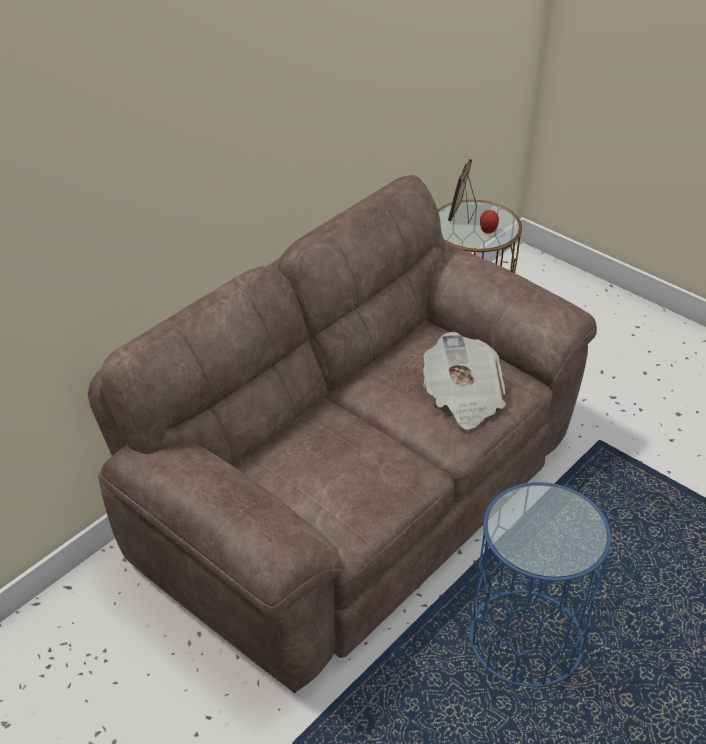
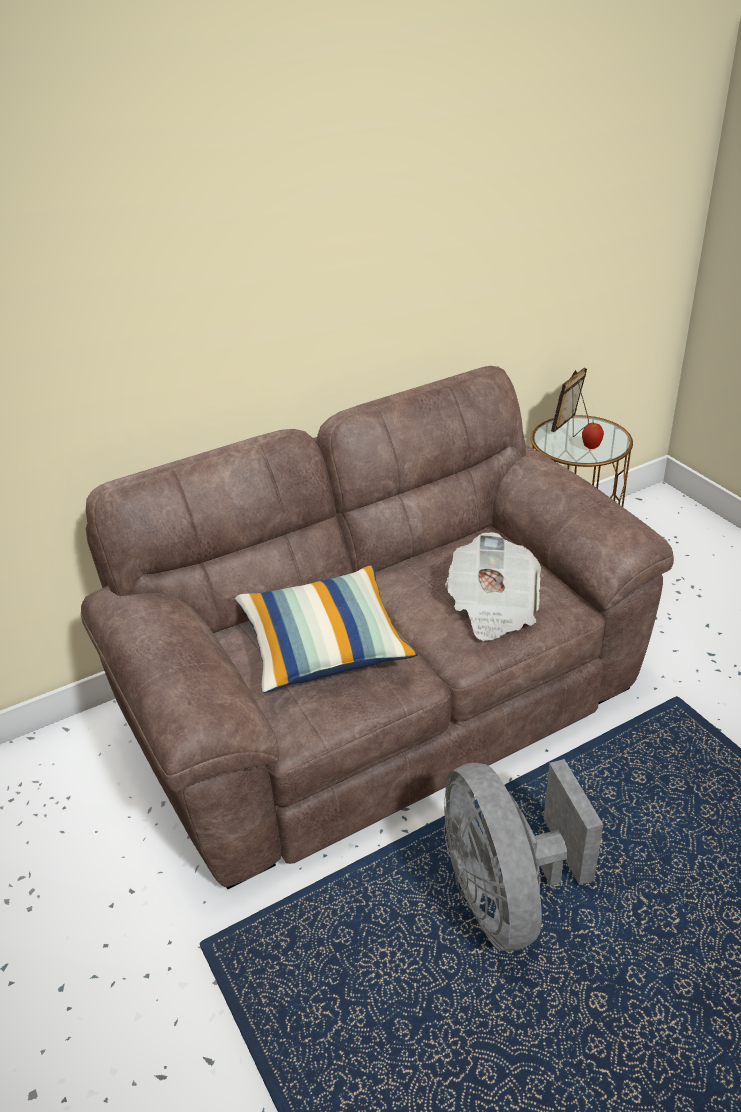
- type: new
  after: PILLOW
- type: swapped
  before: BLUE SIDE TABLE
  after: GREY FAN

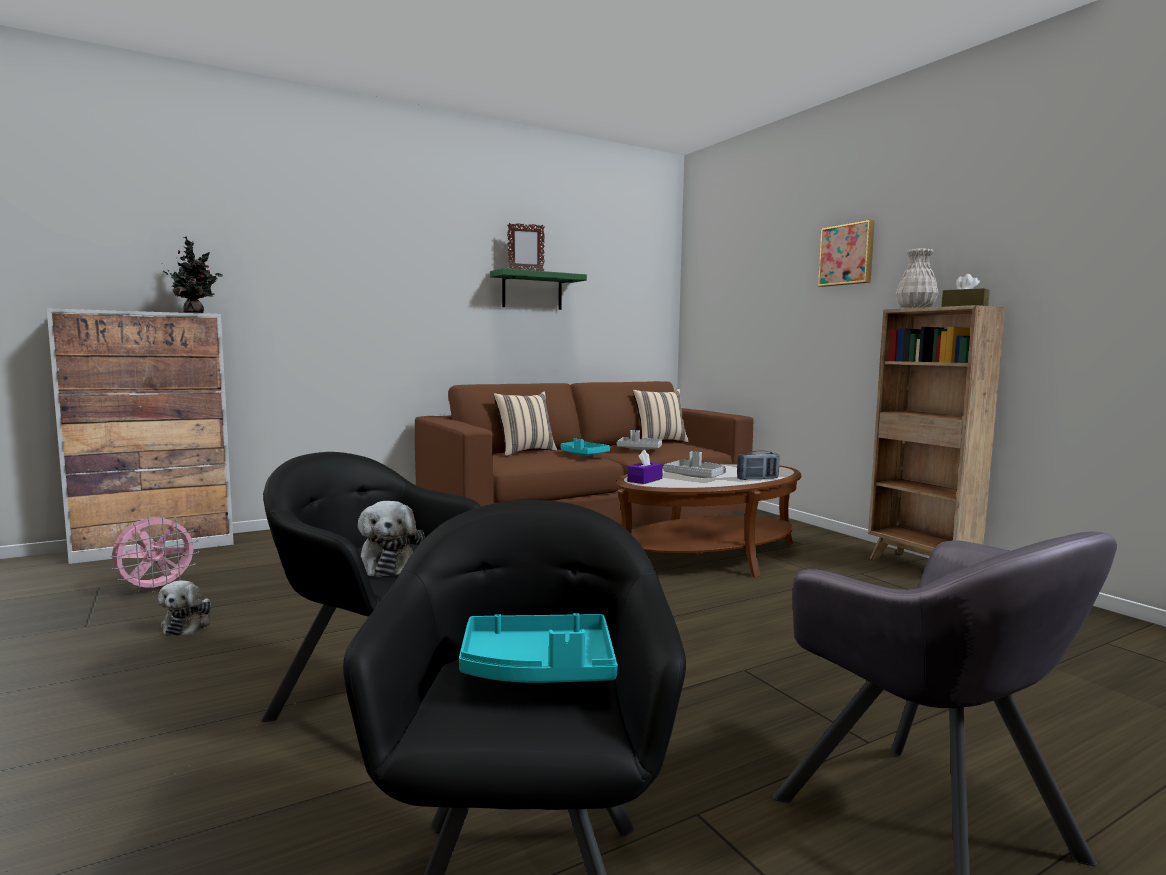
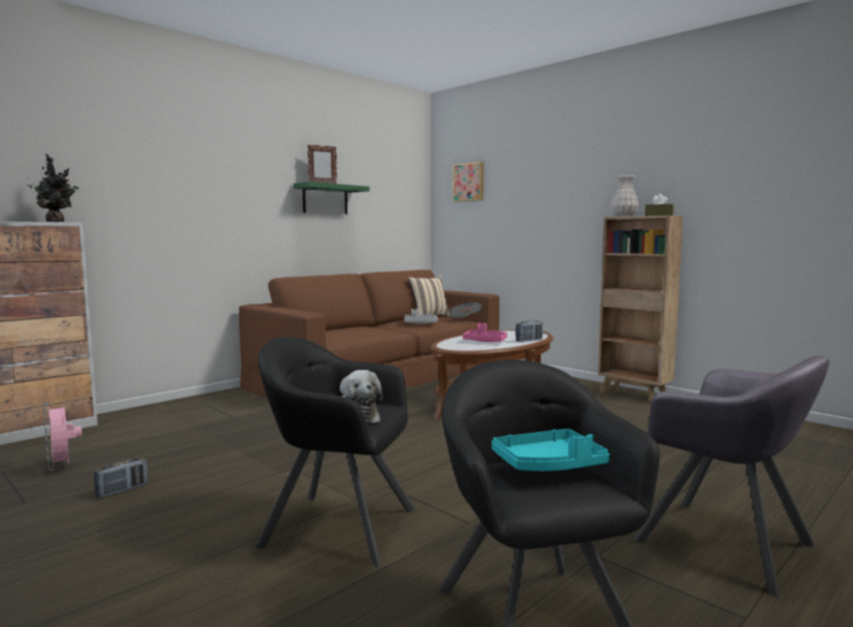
- type: rotated
  before: PINK FAN
  turn: 120
- type: swapped
  before: PLUSH TOY (no. 1 from left)
  after: RADIO (no. 1 from left)
- type: new
  after: NEWSPAPER
- type: shifted
  before: PICTURE
- type: repainted
  before: GREY TRAY (no. 2 from left)
  after: PINK TRAY
- type: gone
  before: BEIGE PILLOW (no. 1 from left)
- type: gone
  before: TURQUOISE TRAY (no. 2 from left)
- type: gone
  before: PURPLE TISSUE BOX

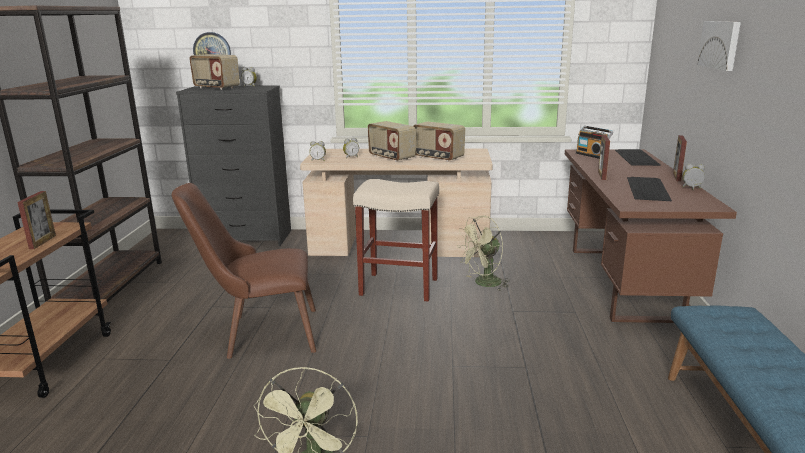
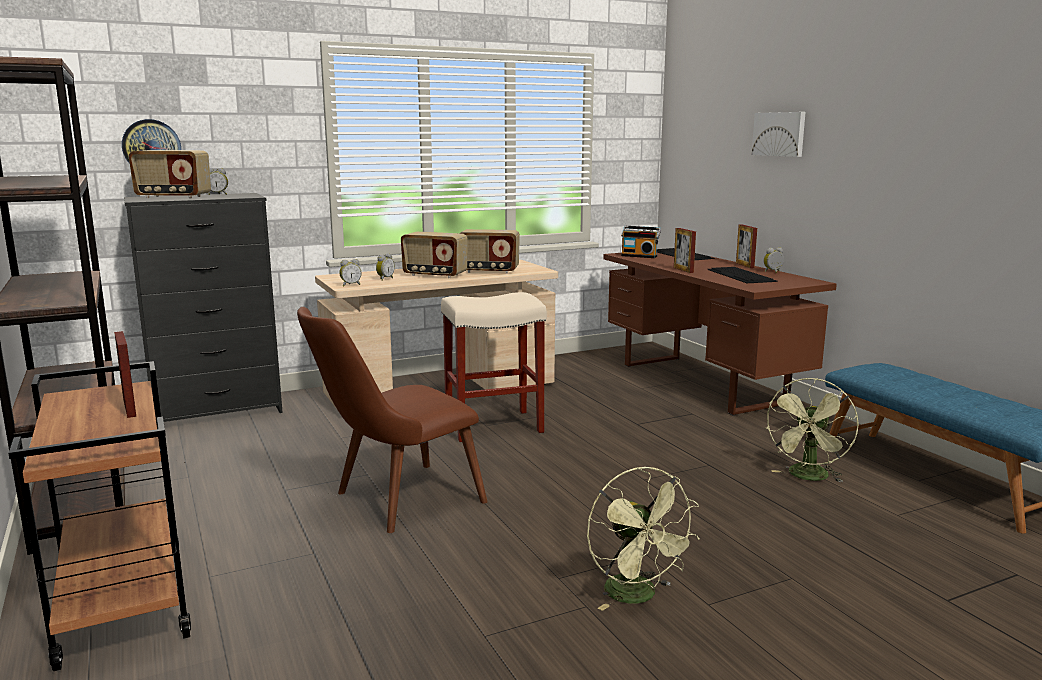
- type: shifted
  before: GREEN FAN (no. 2 from left)

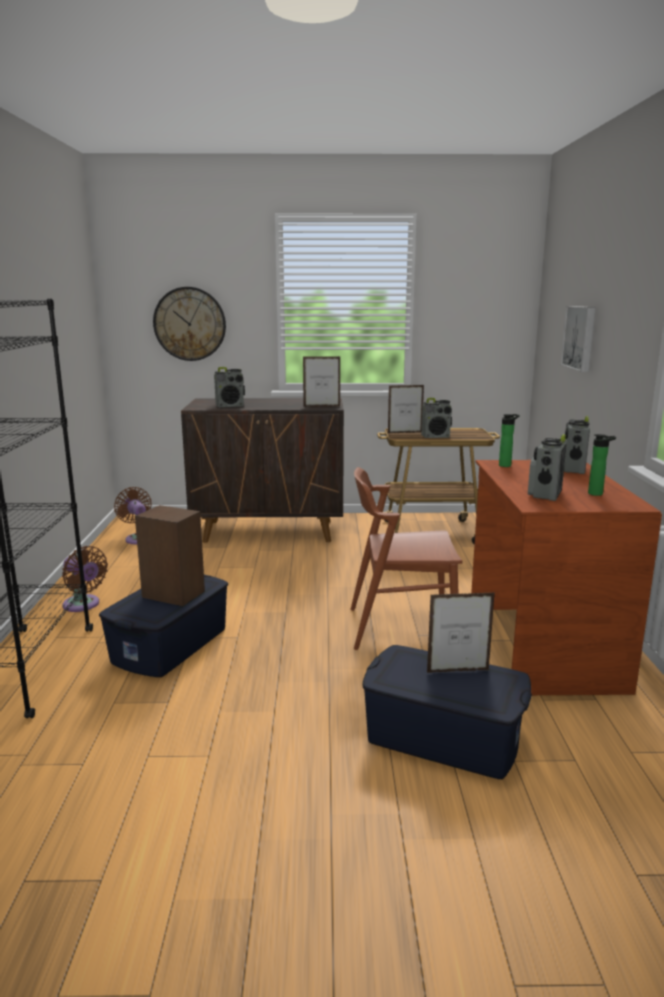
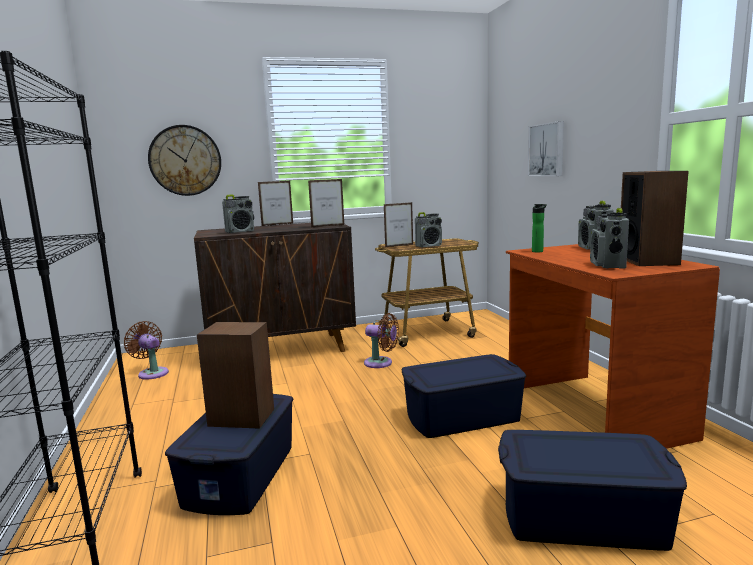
- type: shifted
  before: PICTURE FRAME (no. 3 from left in the first image)
  after: PICTURE FRAME (no. 1 from left)
- type: shifted
  before: BROWN FAN (no. 1 from left in the first image)
  after: BROWN FAN (no. 2 from left)
- type: swapped
  before: BROWN CHAIR
  after: BLUE STORAGE BOX (no. 2 from left)
- type: swapped
  before: BOTTLE (no. 2 from left)
  after: SPEAKER (no. 2 from left)

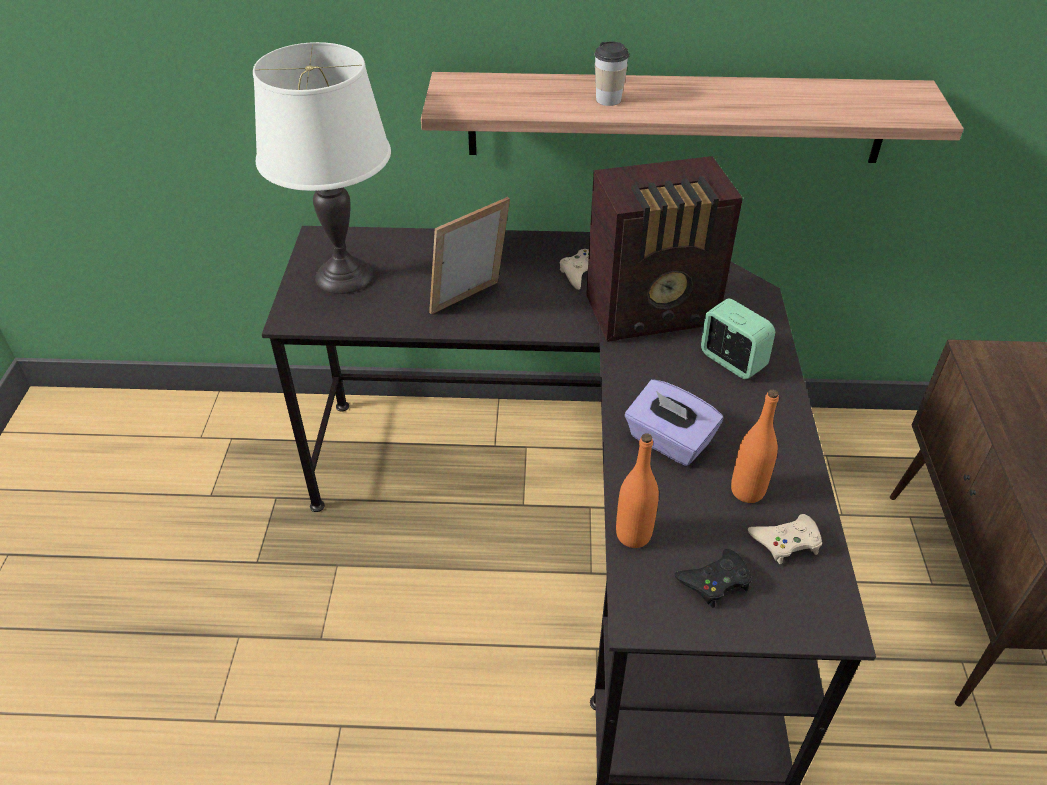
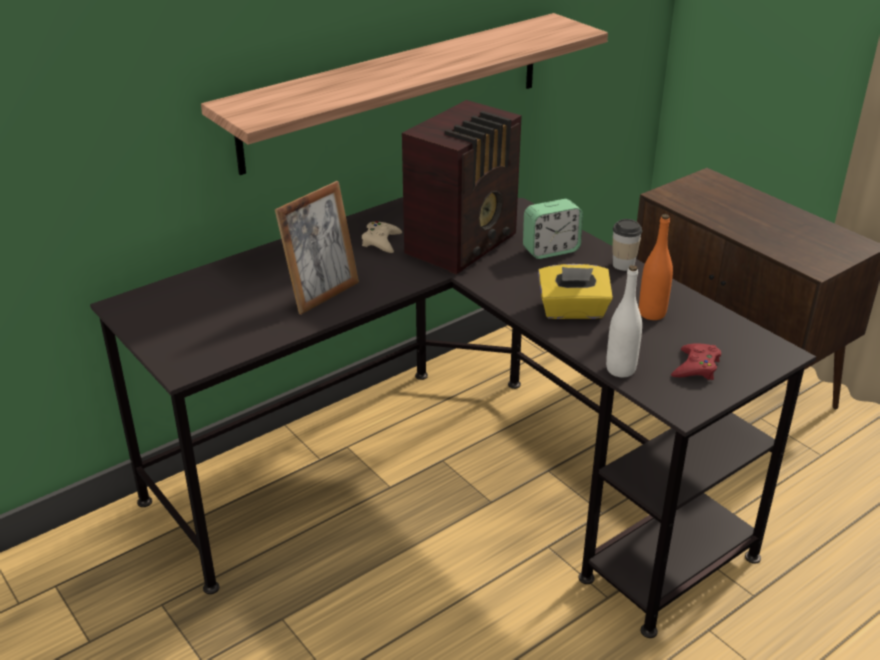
- type: rotated
  before: PICTURE FRAME
  turn: -150
- type: rotated
  before: ALARM CLOCK
  turn: 150
- type: repainted
  before: PURPLE TISSUE BOX
  after: YELLOW TISSUE BOX
- type: repainted
  before: ORANGE BOTTLE (no. 1 from left)
  after: WHITE BOTTLE
- type: shifted
  before: CUP
- type: repainted
  before: BLACK GAME CONTROLLER
  after: RED GAME CONTROLLER
- type: gone
  before: WHITE TABLE LAMP
- type: gone
  before: BEIGE GAME CONTROLLER (no. 2 from left)

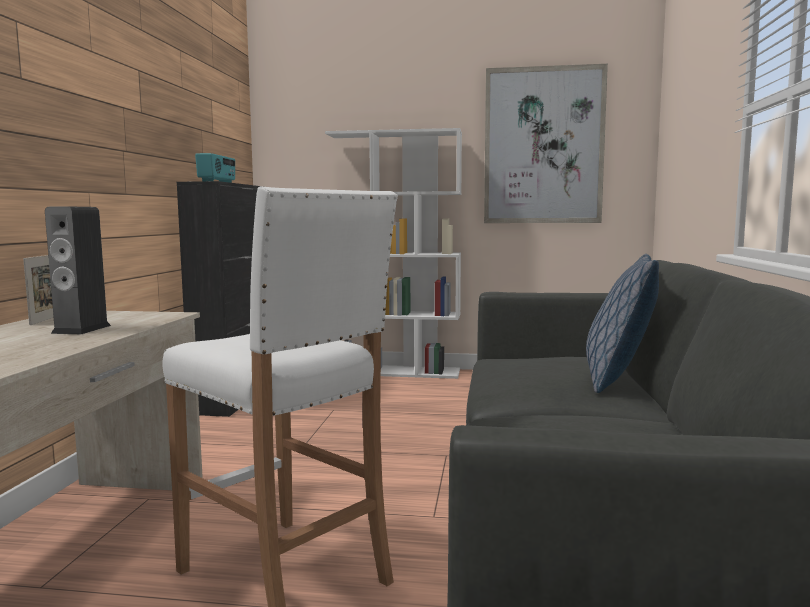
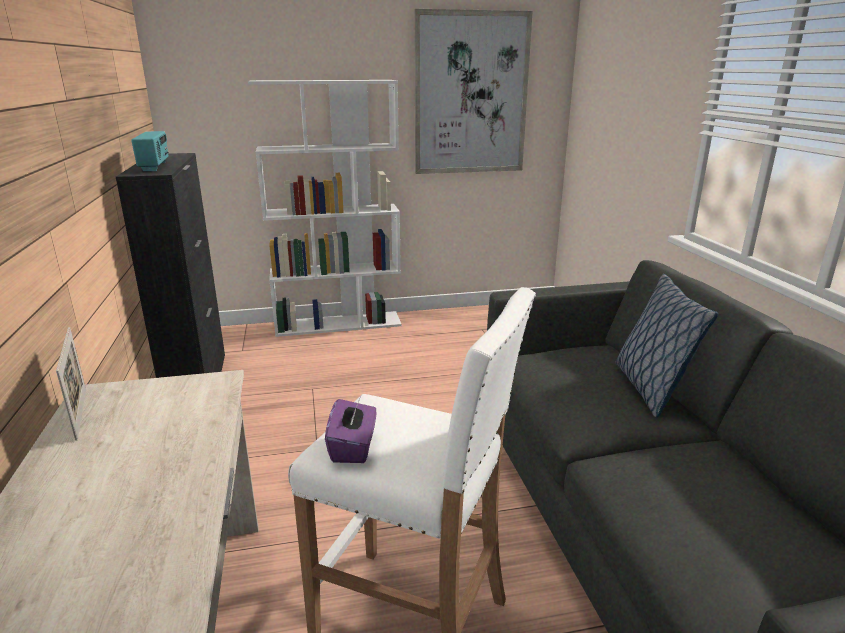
- type: new
  after: PURPLE TISSUE BOX
- type: gone
  before: SPEAKER

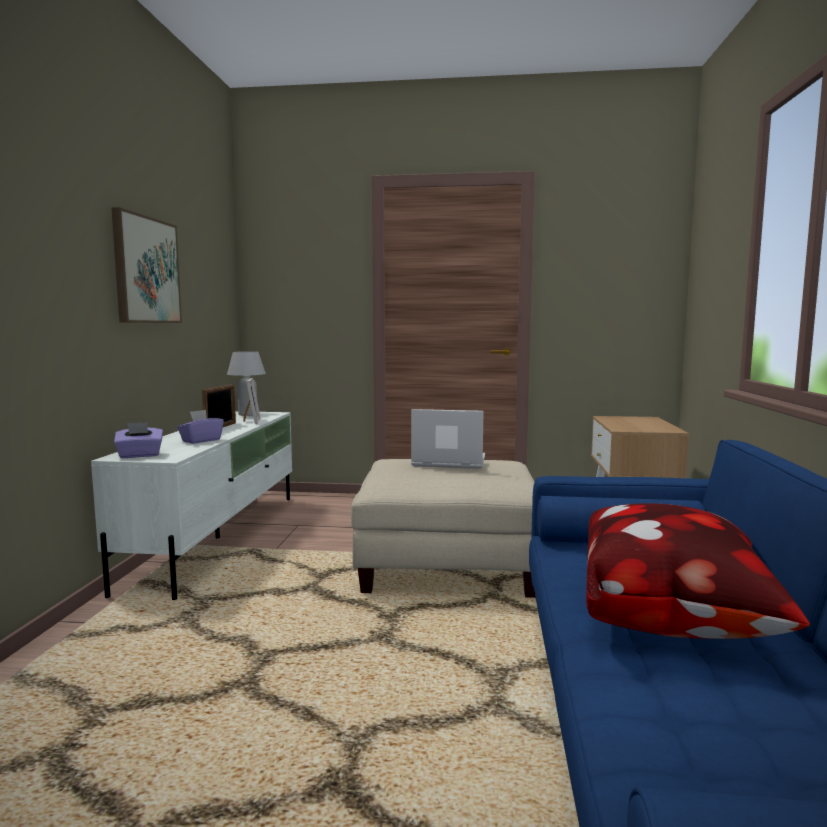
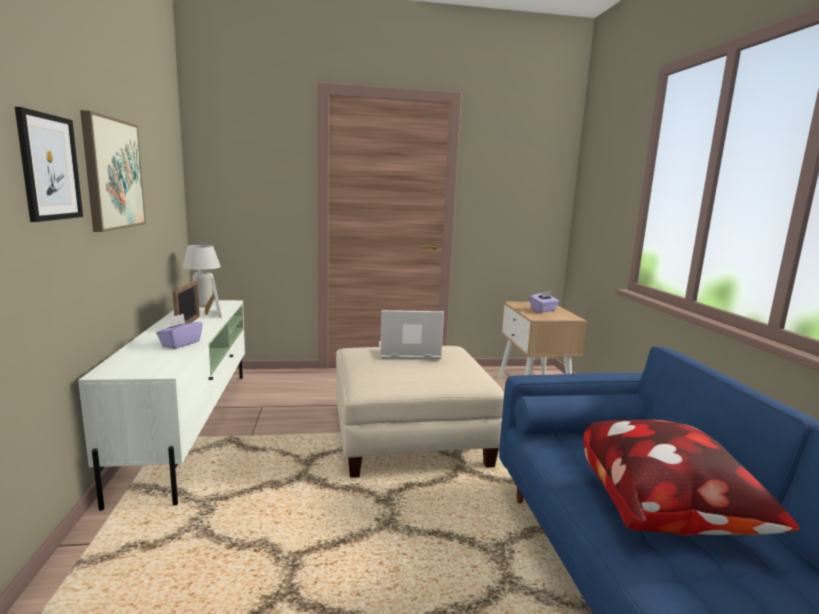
- type: new
  after: PICTURE (no. 1 from left)
- type: shifted
  before: PURPLE TISSUE BOX (no. 1 from left in the first image)
  after: PURPLE TISSUE BOX (no. 2 from left)

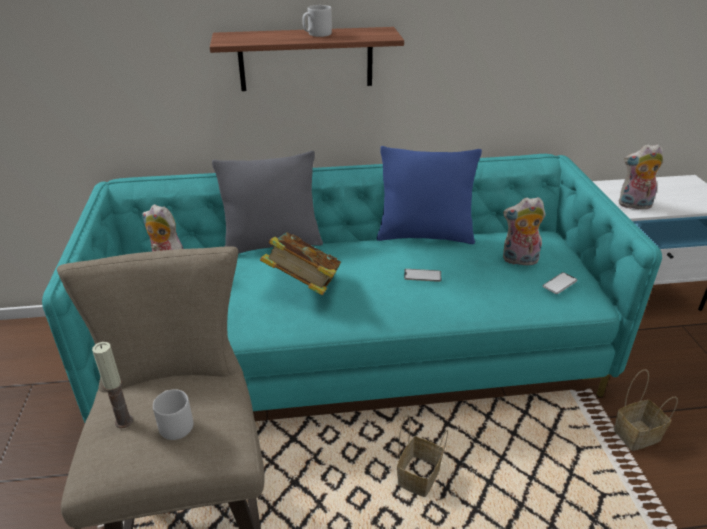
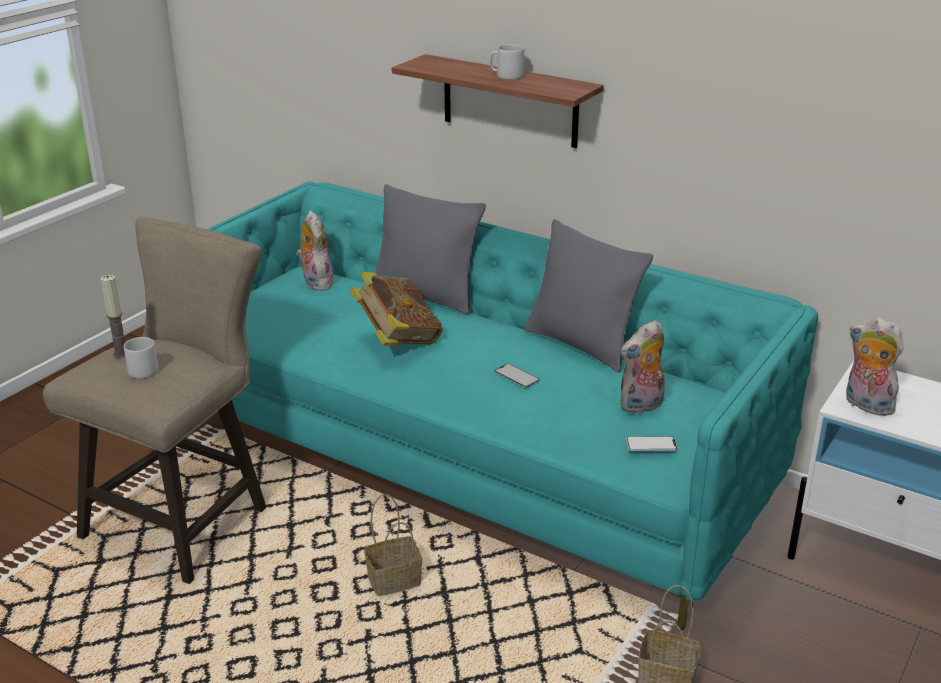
- type: repainted
  before: BLUE PILLOW
  after: GREY PILLOW (no. 2 from left)
- type: rotated
  before: PLUSH TOY (no. 2 from left)
  turn: -75

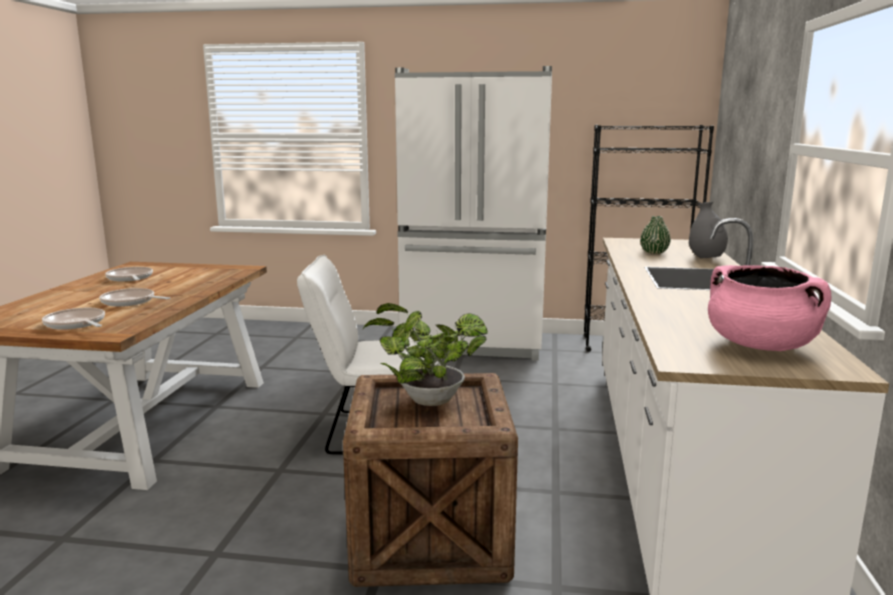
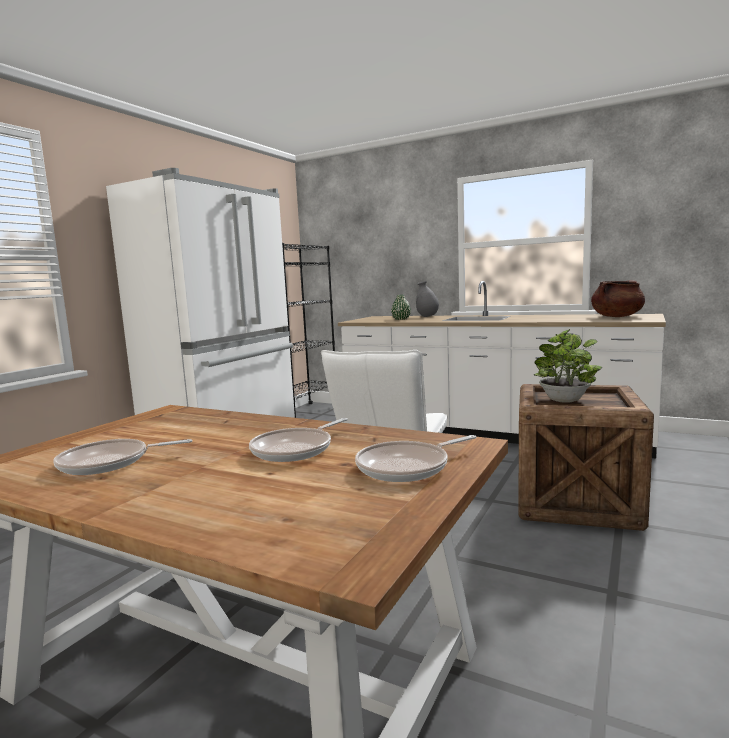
- type: repainted
  before: PINK COOKING POT
  after: BROWN COOKING POT

